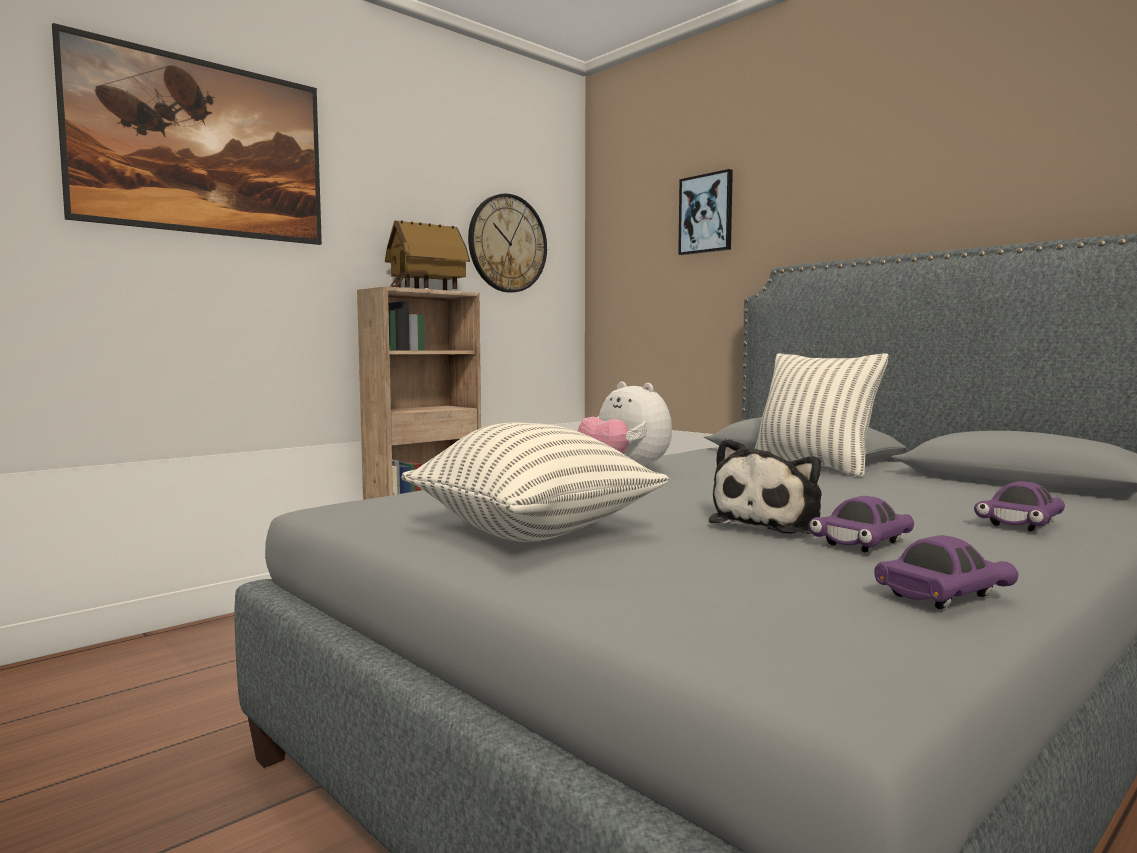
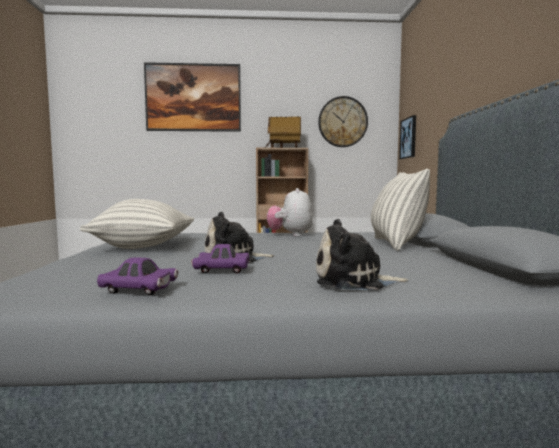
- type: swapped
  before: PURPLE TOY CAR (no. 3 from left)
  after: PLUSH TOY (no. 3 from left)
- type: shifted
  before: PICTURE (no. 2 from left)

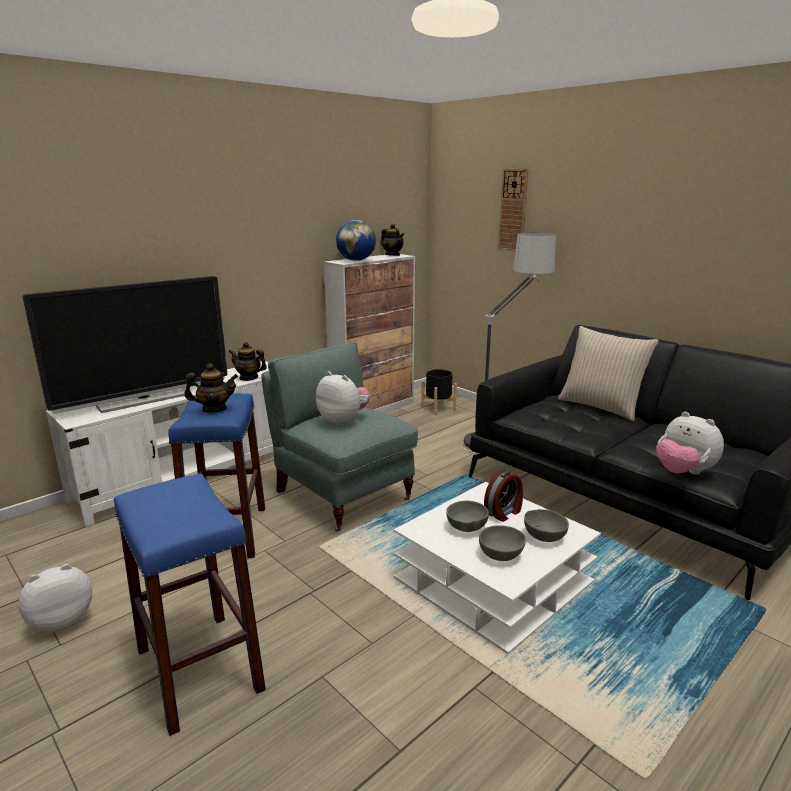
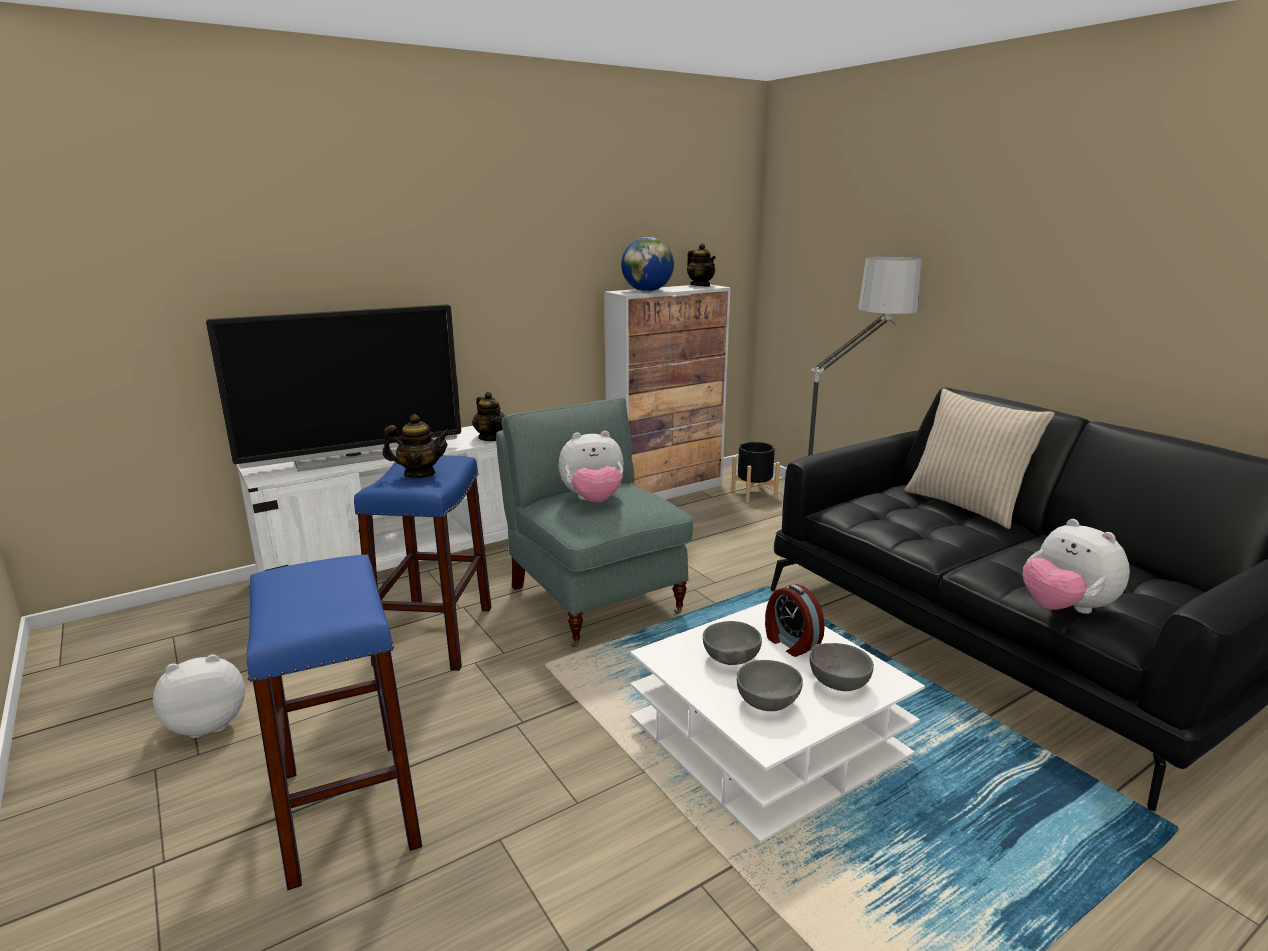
- type: rotated
  before: TEAPOT (no. 2 from left)
  turn: -150
- type: rotated
  before: PLUSH TOY (no. 2 from left)
  turn: 120
- type: rotated
  before: ALARM CLOCK
  turn: 90
- type: gone
  before: WALL CLOCK

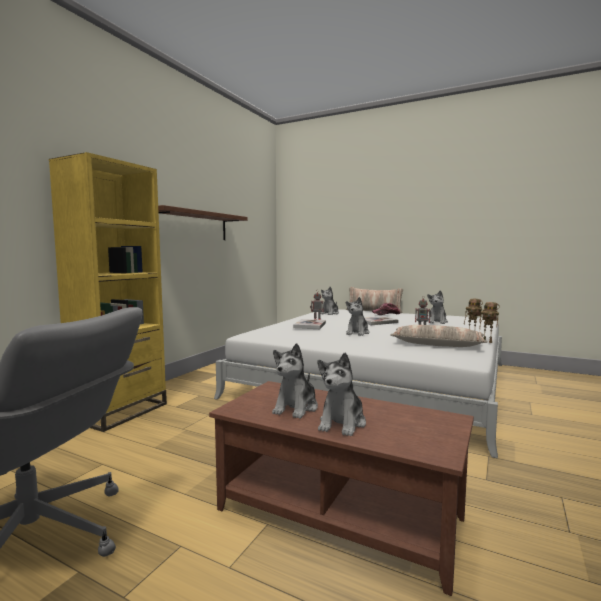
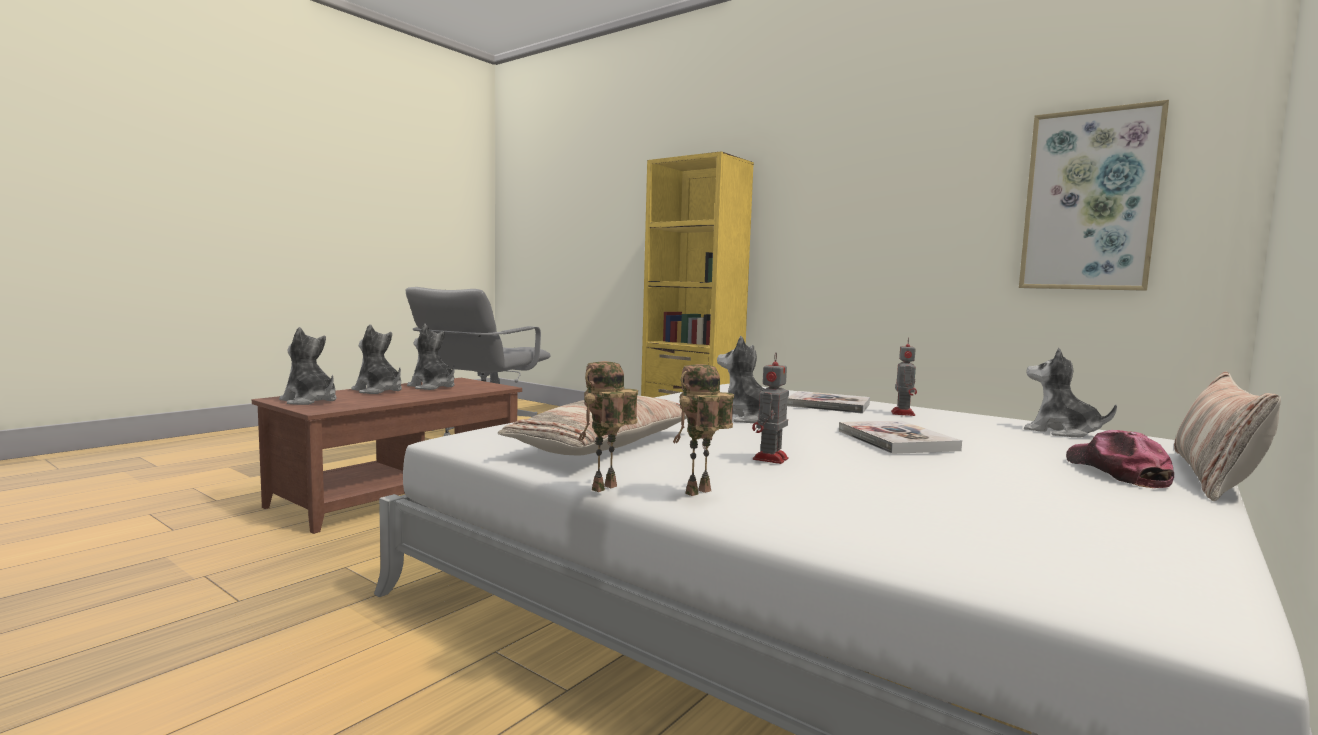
- type: shifted
  before: PLUSH TOY (no. 5 from left in the first image)
  after: PLUSH TOY (no. 1 from left)
- type: new
  after: PICTURE
- type: gone
  before: BROWN SHELF

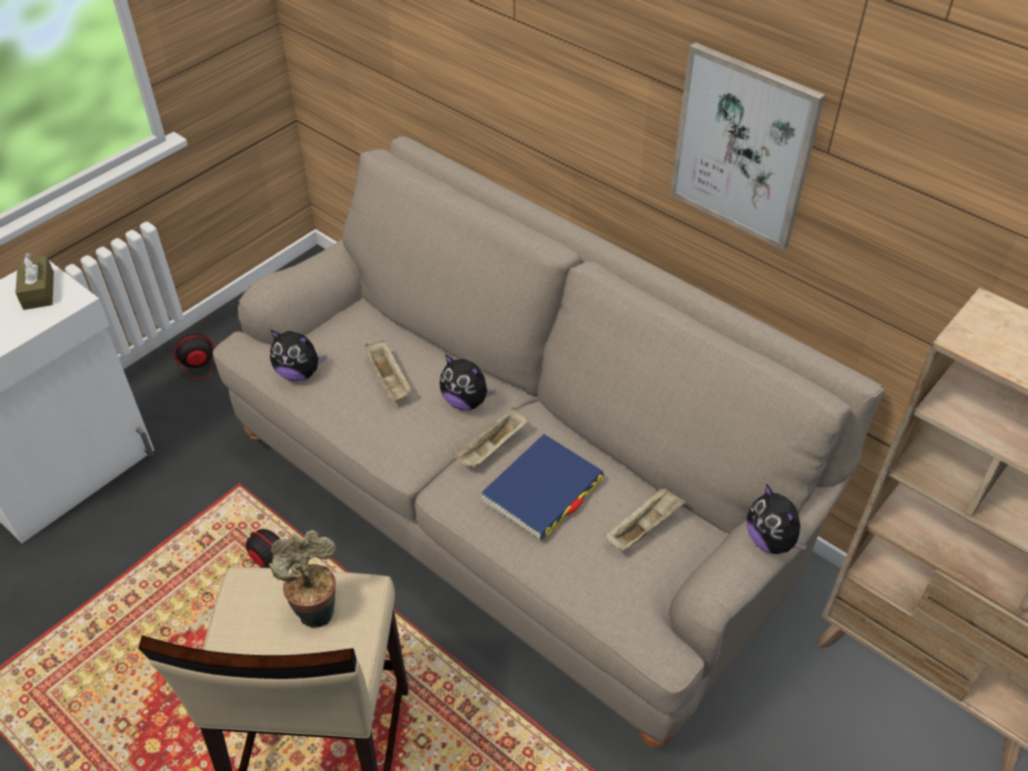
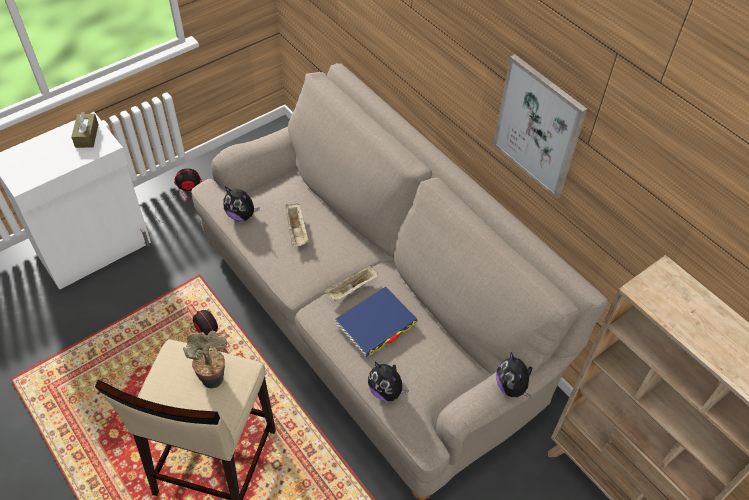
- type: shifted
  before: PLUSH TOY (no. 2 from left)
- type: gone
  before: BEIGE TRAY (no. 3 from left)

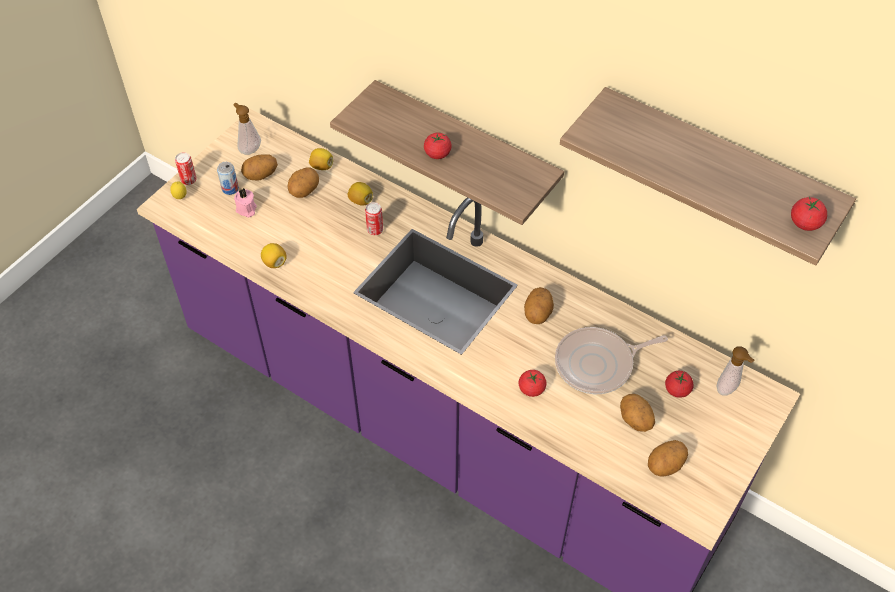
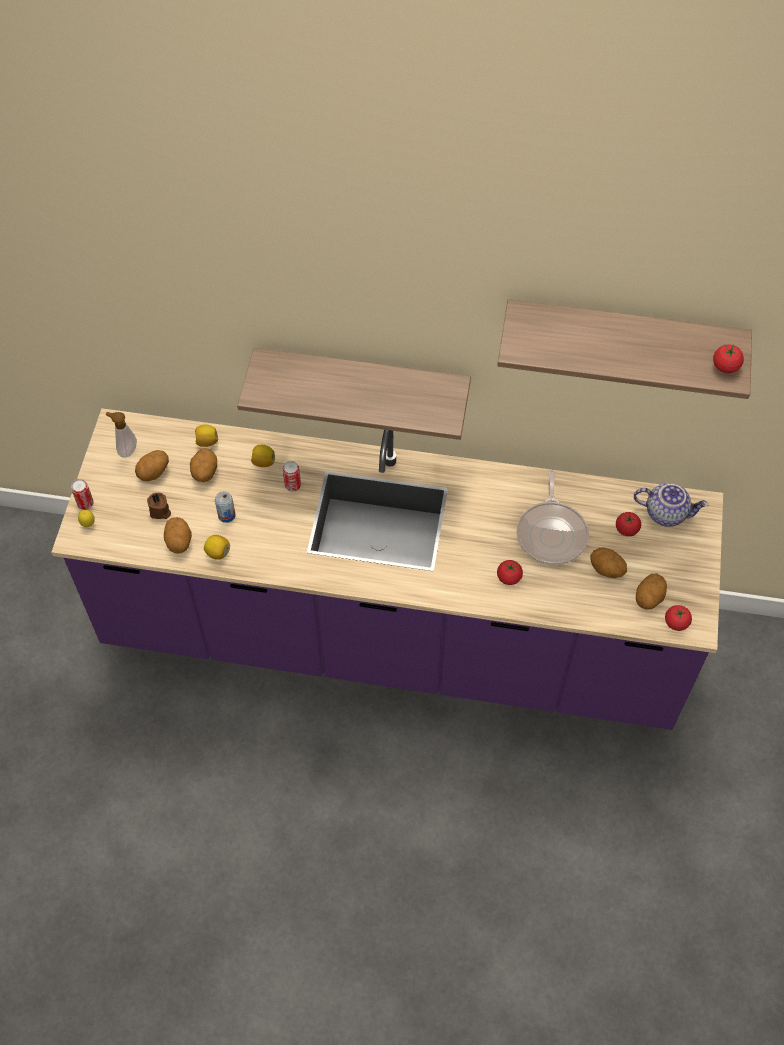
- type: repainted
  before: PINK CANDLE
  after: BROWN CANDLE
- type: shifted
  before: POTATO (no. 3 from left in the first image)
  after: POTATO (no. 2 from left)
- type: shifted
  before: CAN (no. 2 from left)
- type: rotated
  before: FRYING PAN
  turn: -45
- type: swapped
  before: SOAP DISPENSER (no. 2 from left)
  after: TEAPOT
- type: shifted
  before: TOMATO (no. 1 from left in the first image)
  after: TOMATO (no. 3 from left)

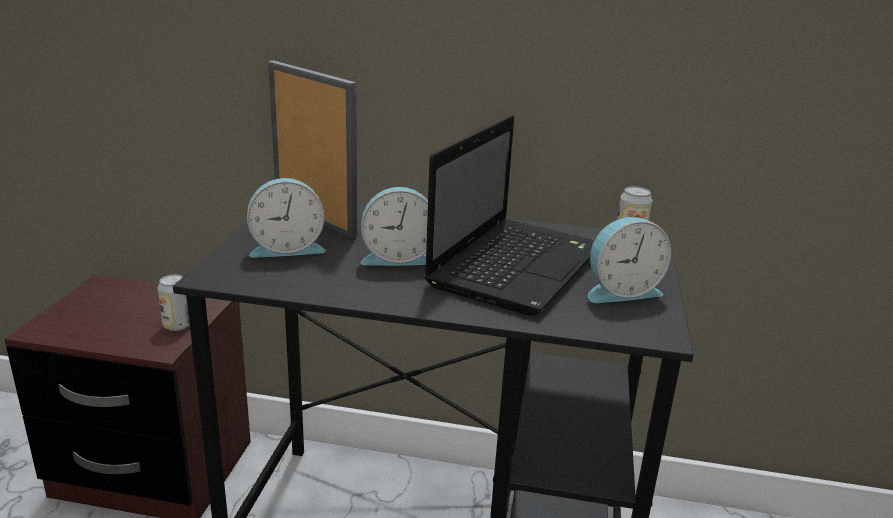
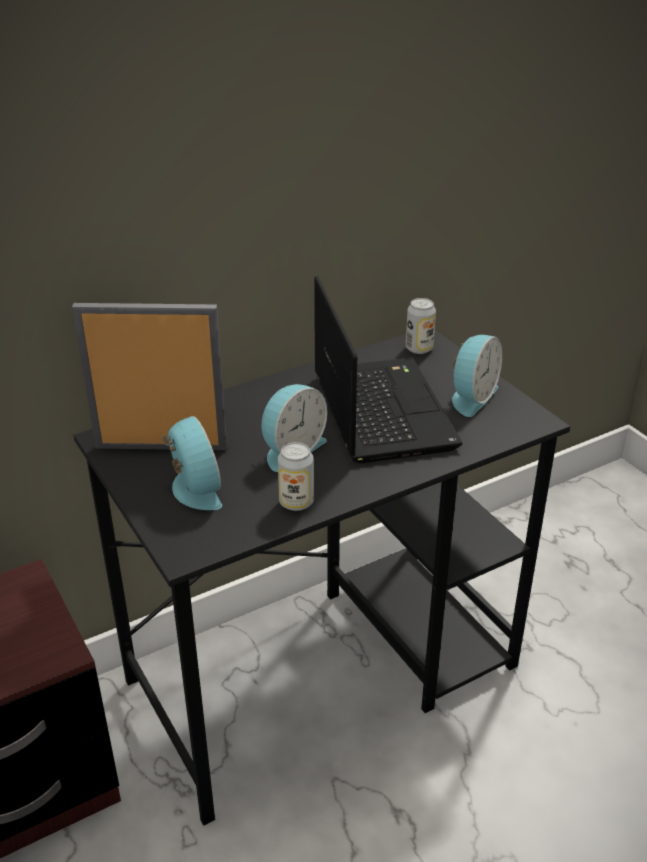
- type: rotated
  before: ALARM CLOCK (no. 1 from left)
  turn: -60
- type: shifted
  before: CAN (no. 1 from left)

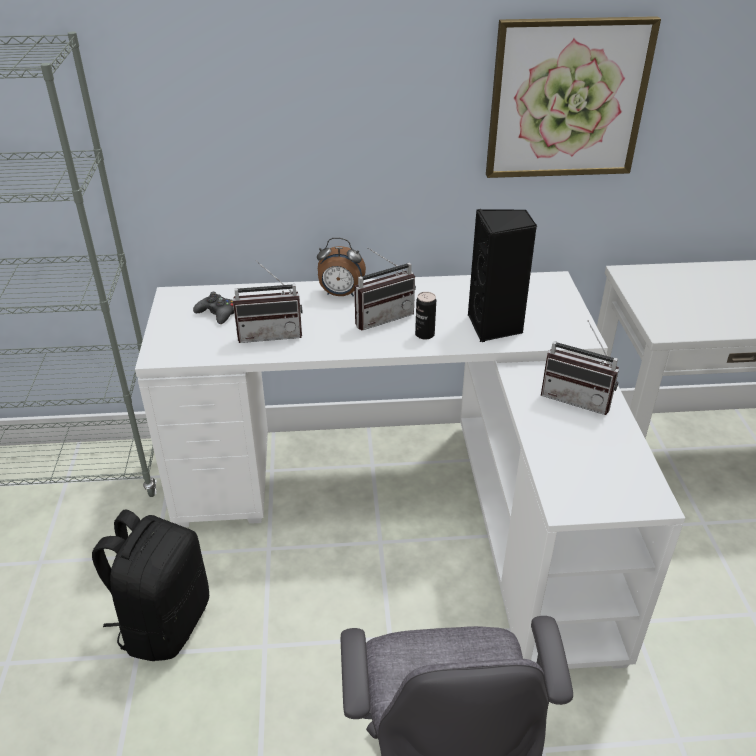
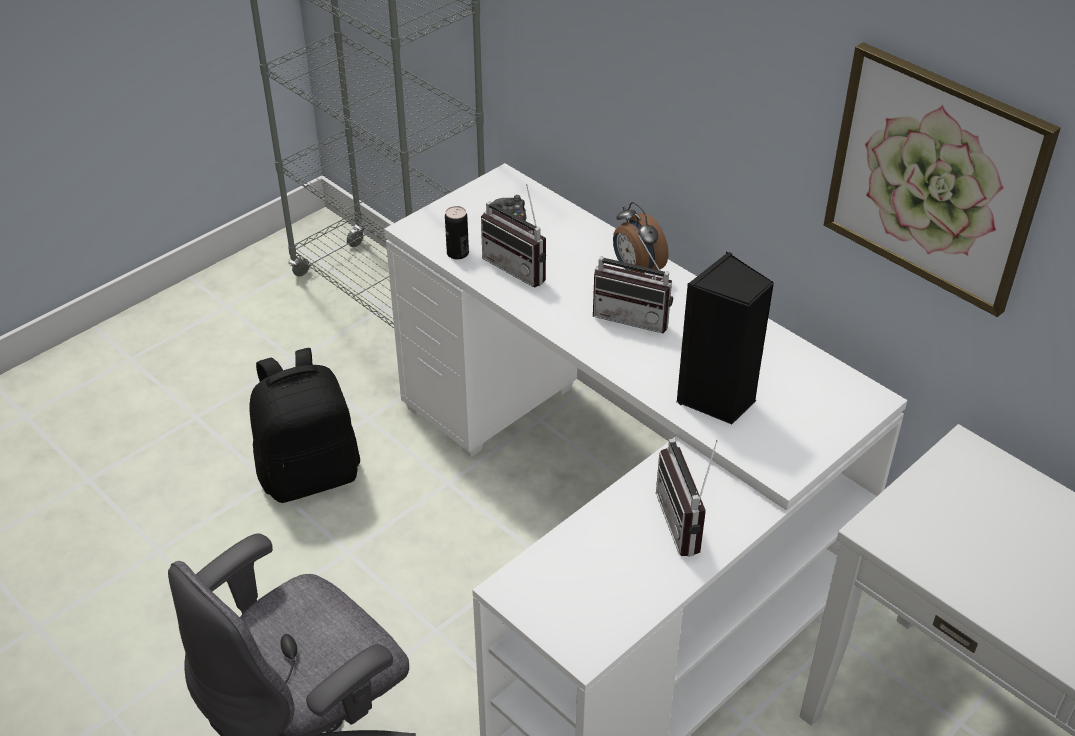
- type: shifted
  before: CAN

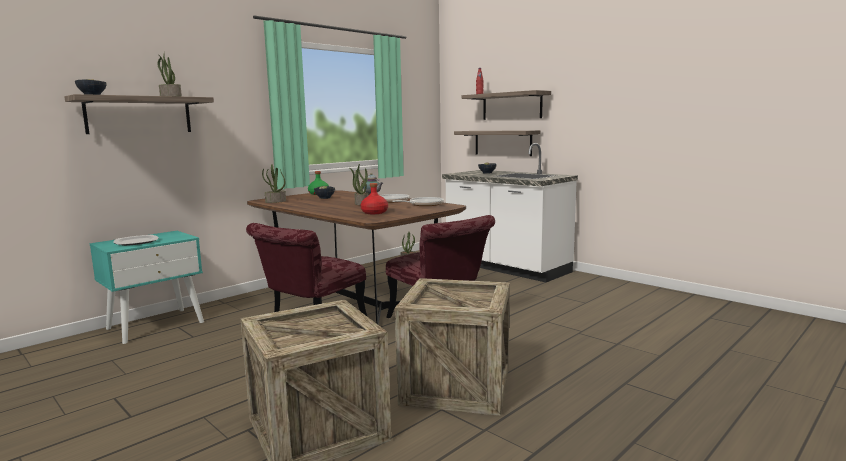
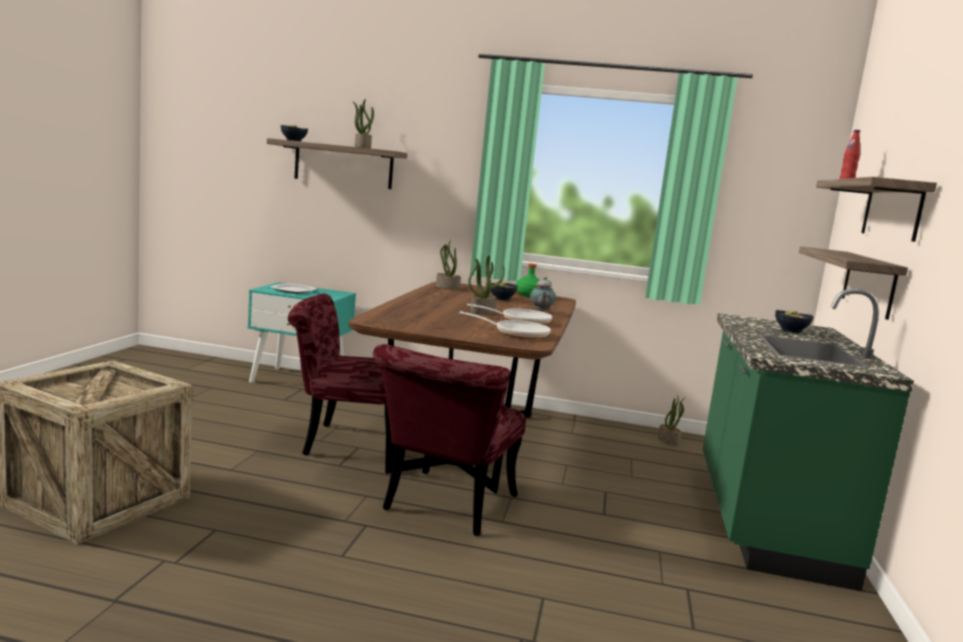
- type: repainted
  before: WHITE COUNTER
  after: GREEN COUNTER
- type: gone
  before: RED BOTTLE (no. 1 from left)
- type: gone
  before: CRATE (no. 2 from left)

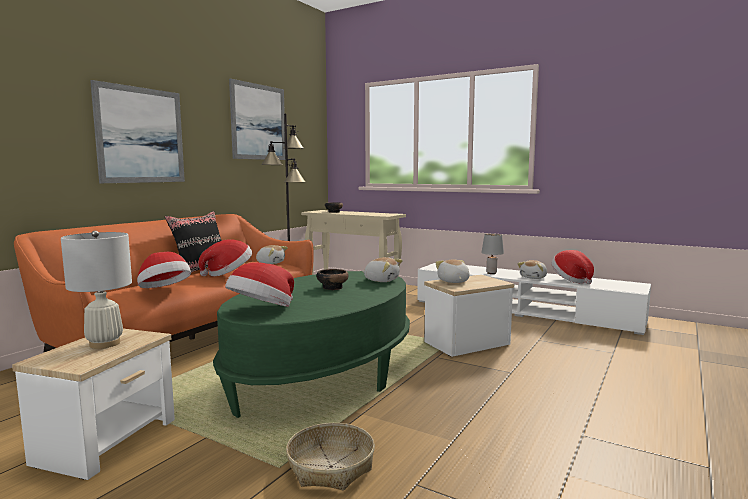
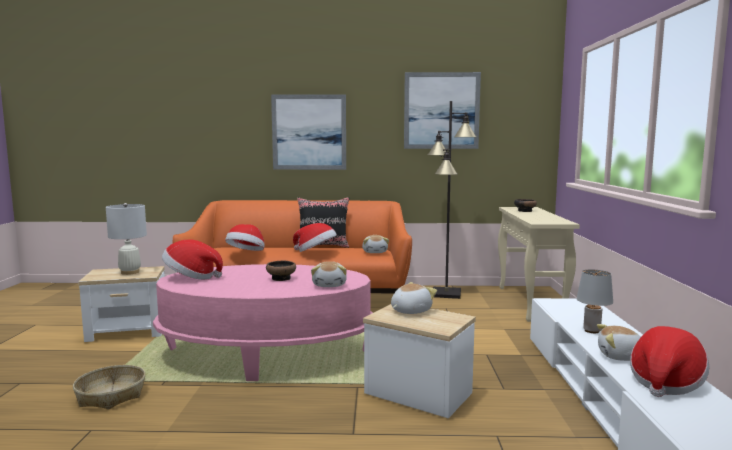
- type: repainted
  before: GREEN COFFEE TABLE
  after: PINK COFFEE TABLE

